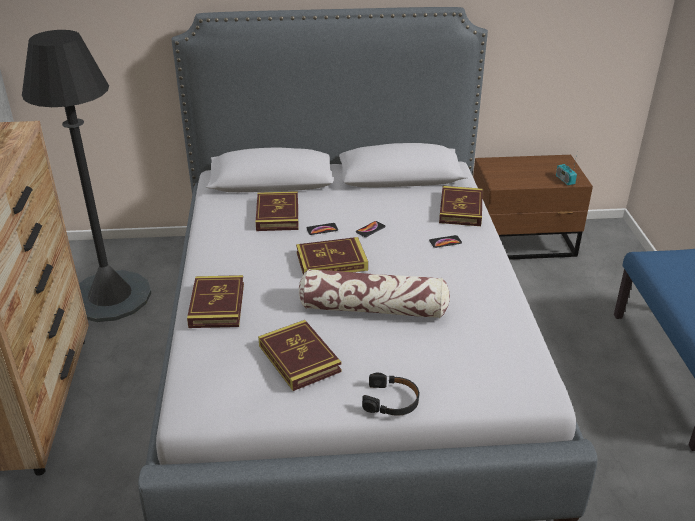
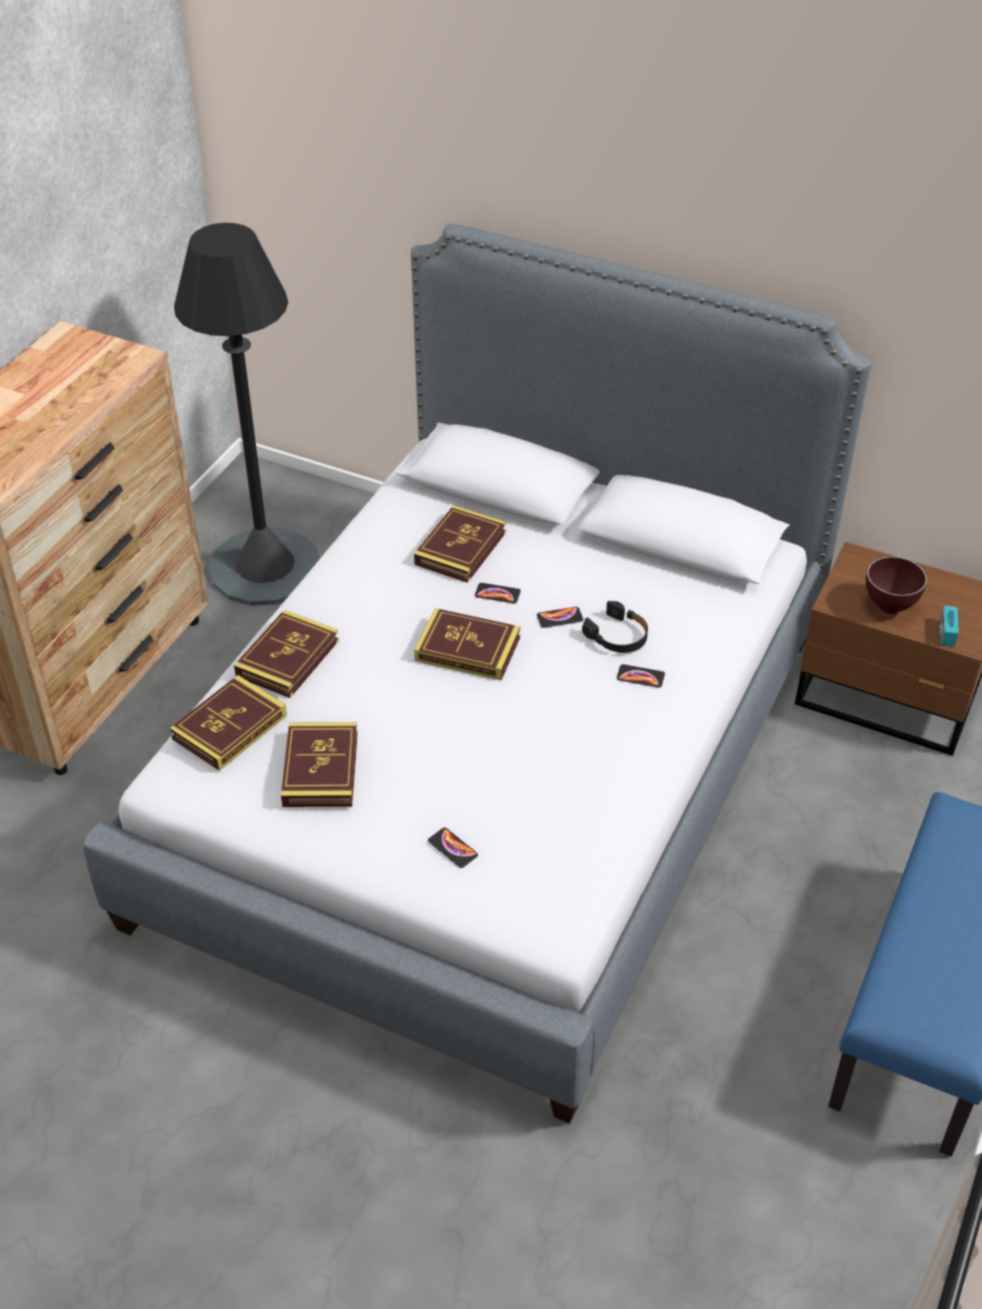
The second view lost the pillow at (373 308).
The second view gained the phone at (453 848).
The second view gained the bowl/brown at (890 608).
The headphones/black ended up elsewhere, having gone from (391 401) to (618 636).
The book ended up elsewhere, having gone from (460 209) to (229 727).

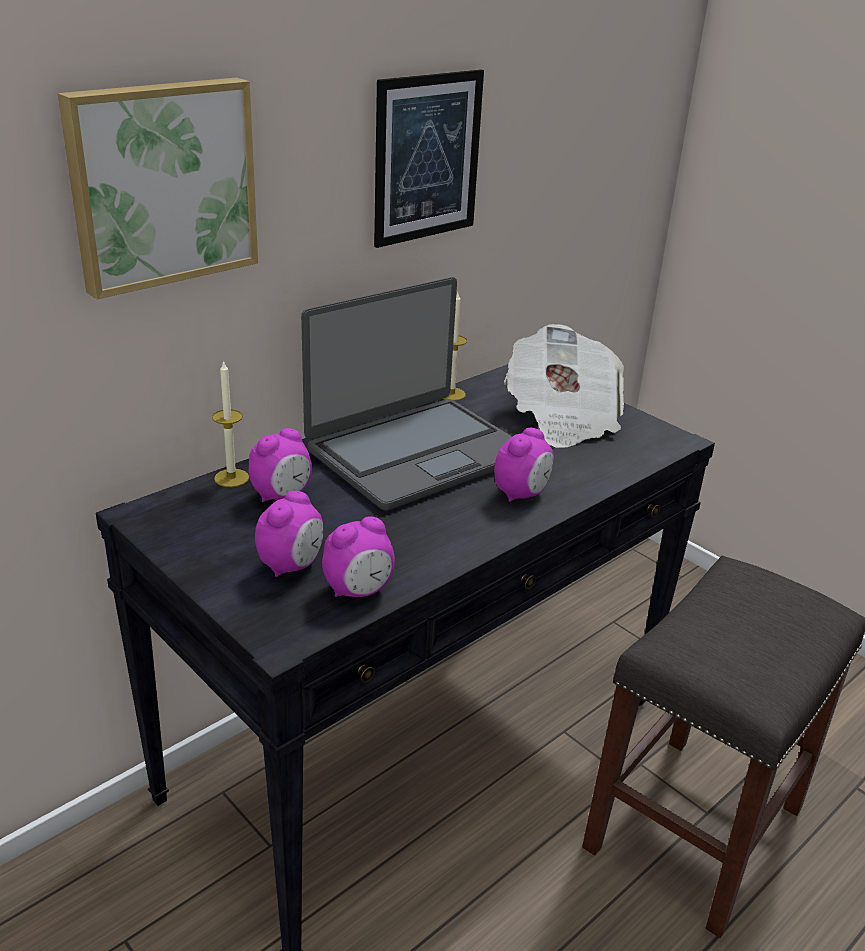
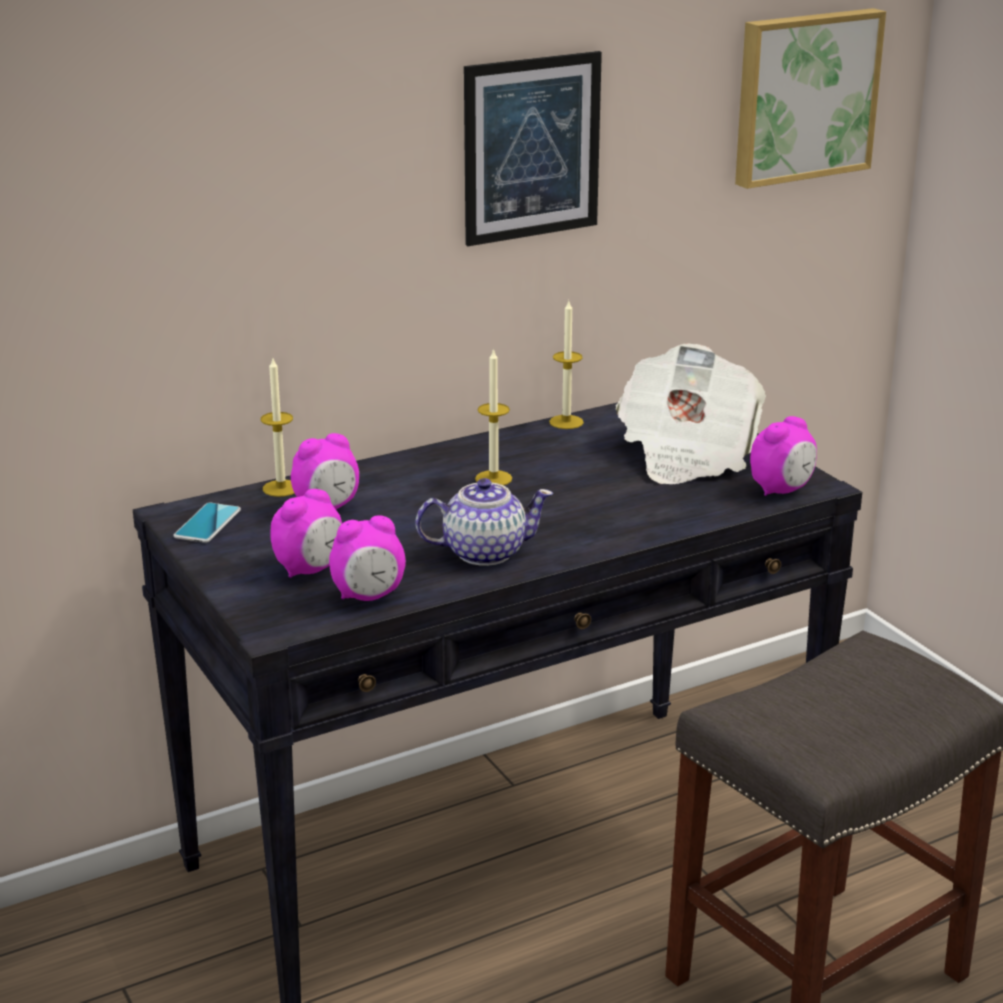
The second view gained the phone at (208 524).
The second view gained the teapot at (483 552).
The picture ended up elsewhere, having gone from (162 184) to (804 96).
The alarm clock ended up elsewhere, having gone from (521 494) to (781 490).
Where the laptop stood at (416 453), the candle came to stand at (493 478).

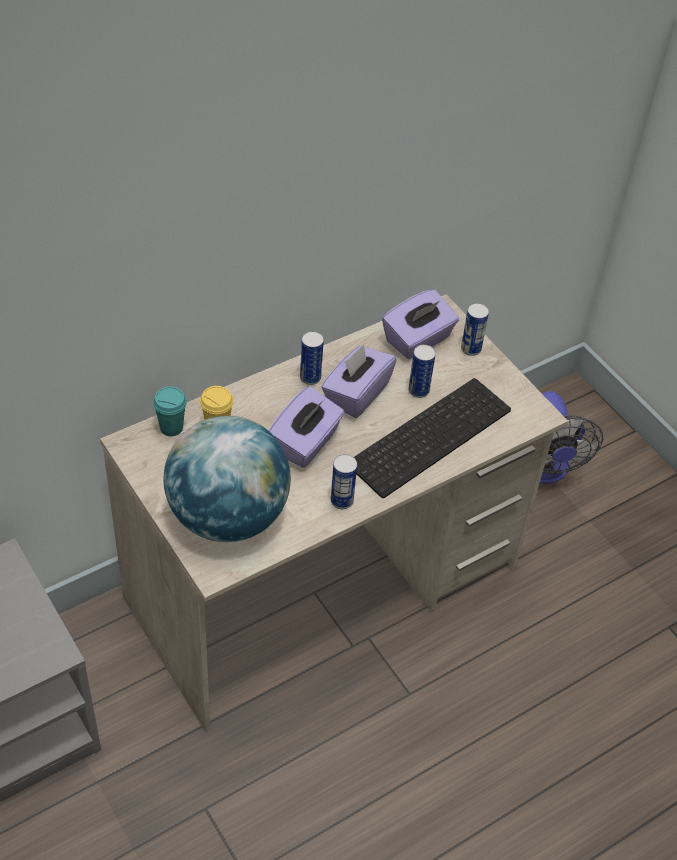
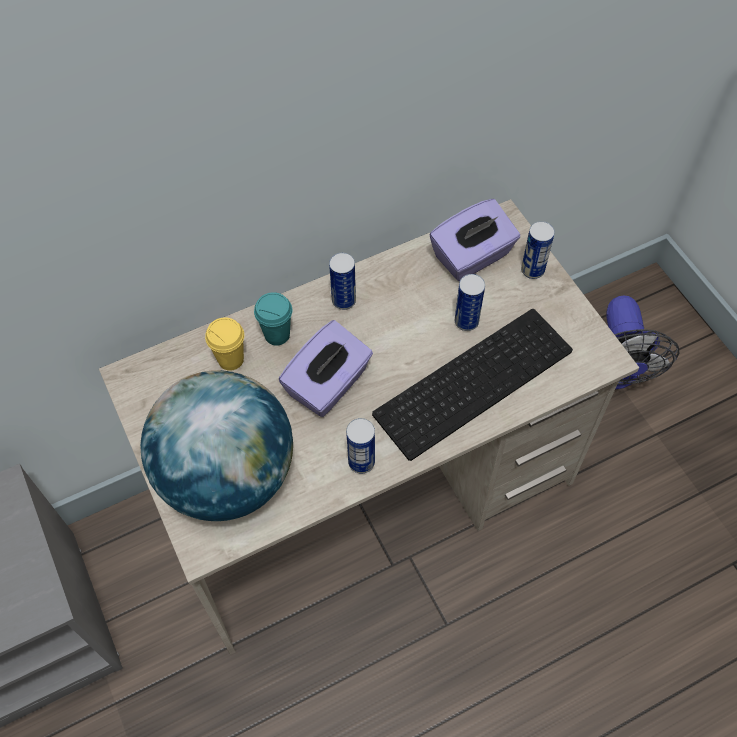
The second view lost the tissue box/purple at (356 394).
The cup/turquoise ended up elsewhere, having gone from (171 428) to (277 335).

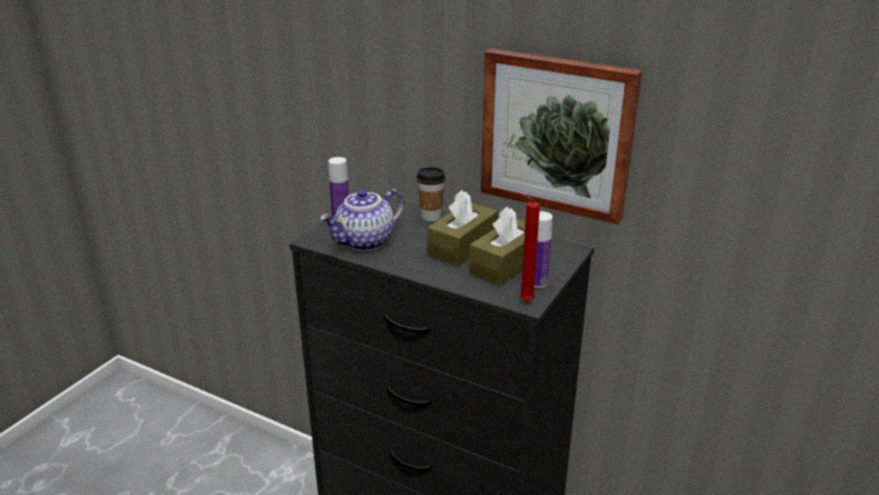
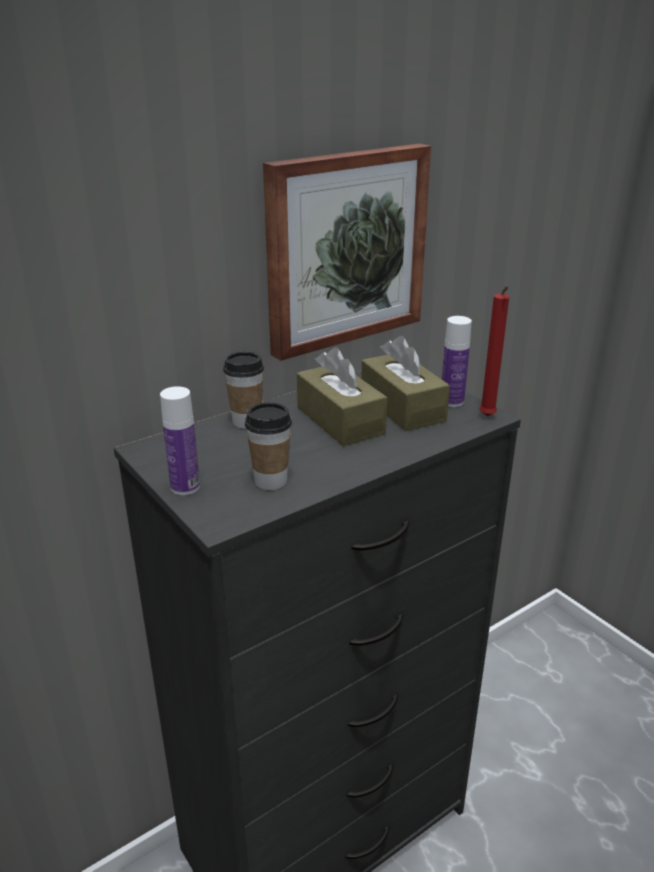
Where the teapot stood at (365 242), the cup came to stand at (270 481).

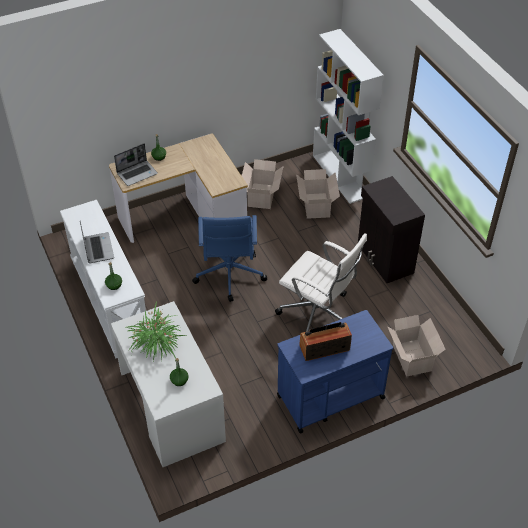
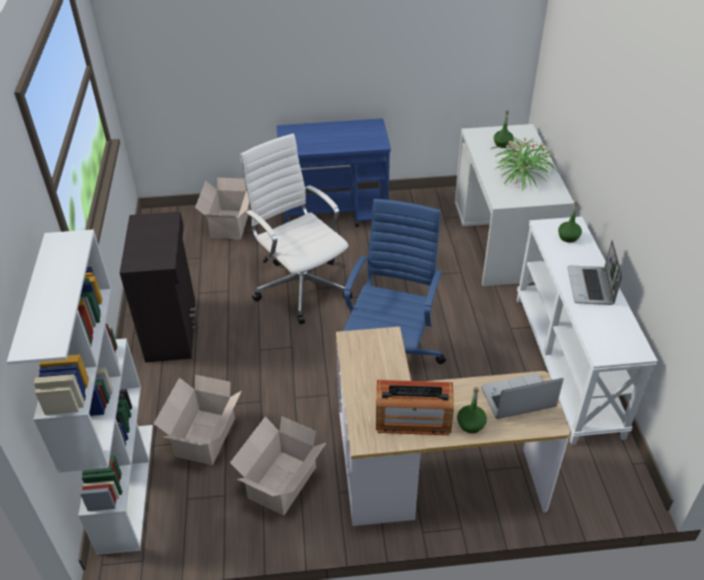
The radio ended up elsewhere, having gone from (324 348) to (413 419).

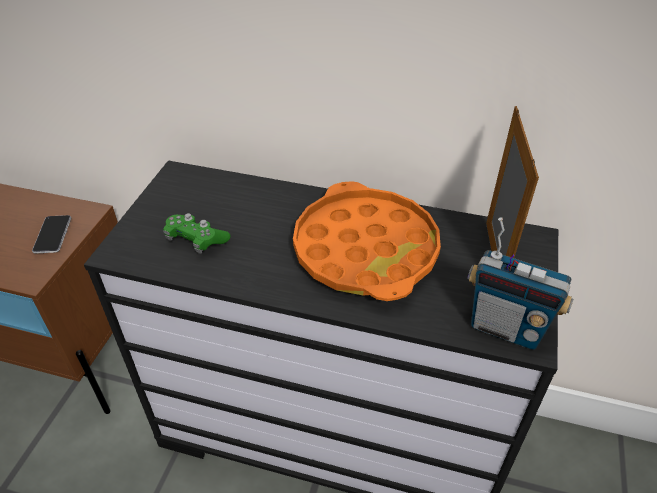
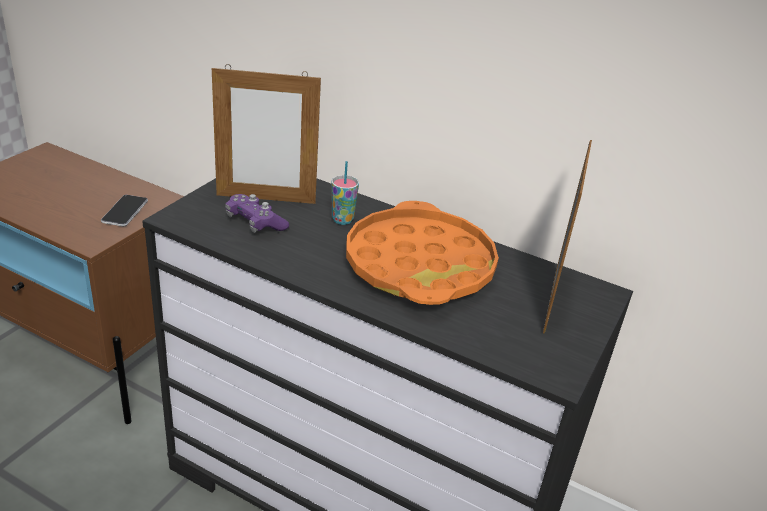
The second view lost the radio at (506 328).
The second view gained the picture frame at (266 199).
The second view gained the cup at (342 220).
What was the game controller/green at (196 240) turned into the game controller/purple at (255 223).

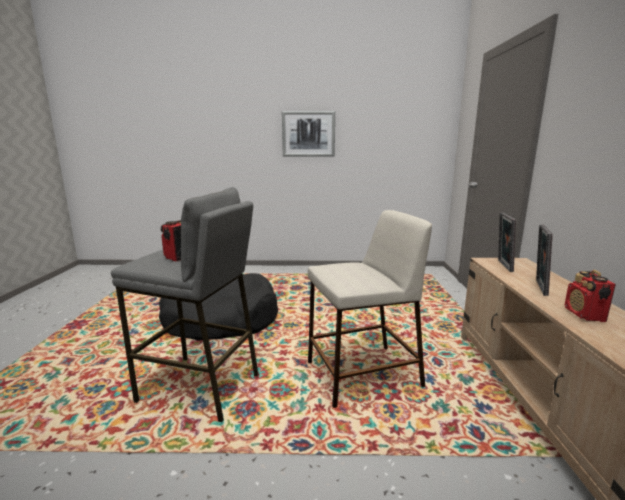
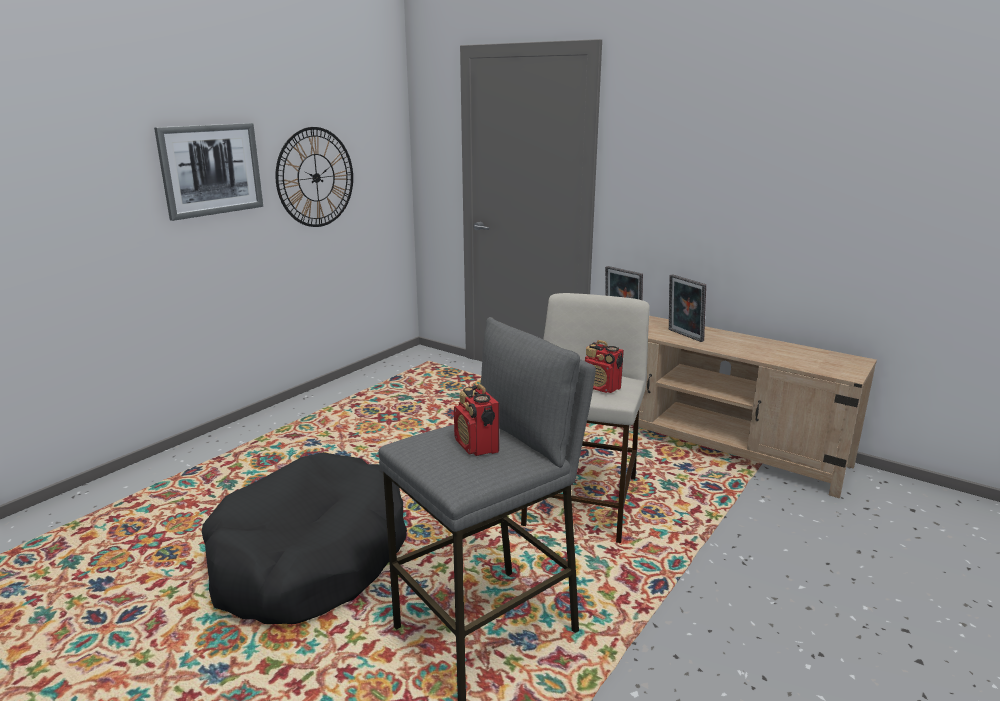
The second view gained the wall clock at (316 177).
The radio ended up elsewhere, having gone from (584 315) to (601 387).

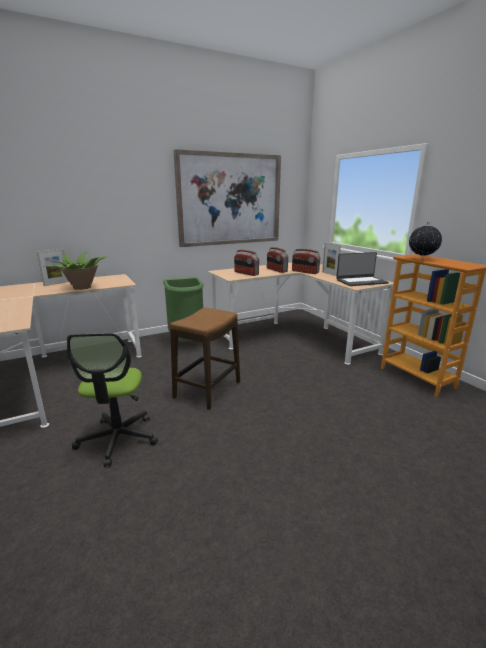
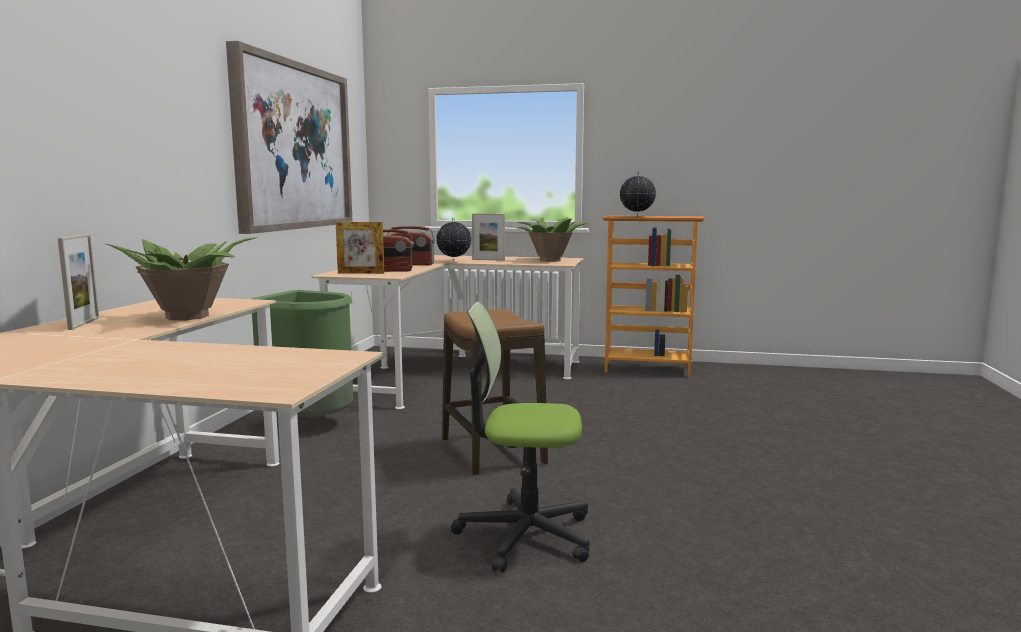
The second view gained the picture frame at (361 273).
Where the radio stood at (305 272), the globe came to stand at (454 262).
Where the laptop stood at (361 281), the potted plant came to stand at (549 260).
The office chair at (118 439) ended up facing another way, 150 degrees clockwise from before.

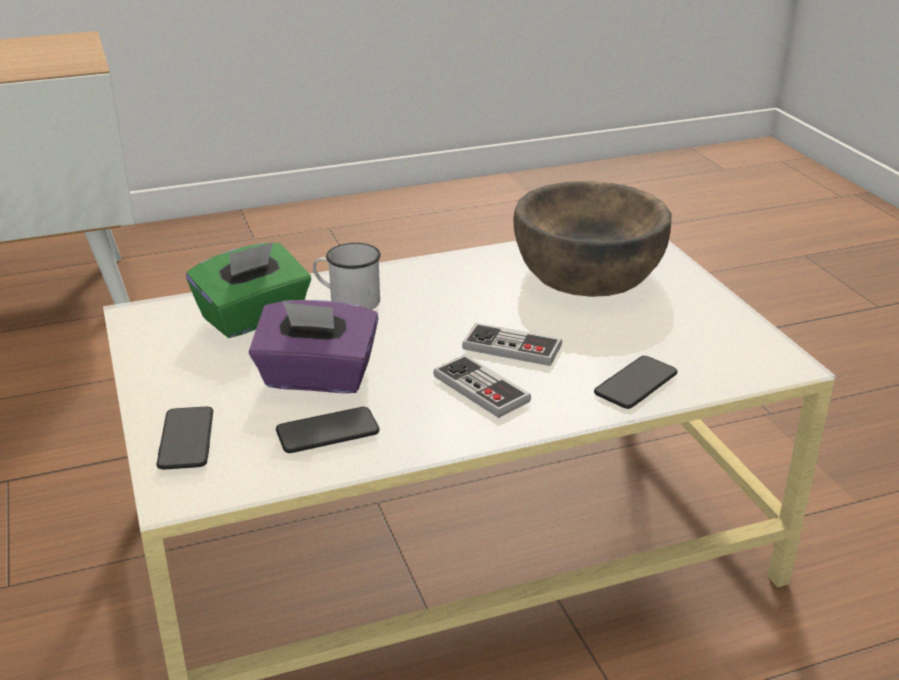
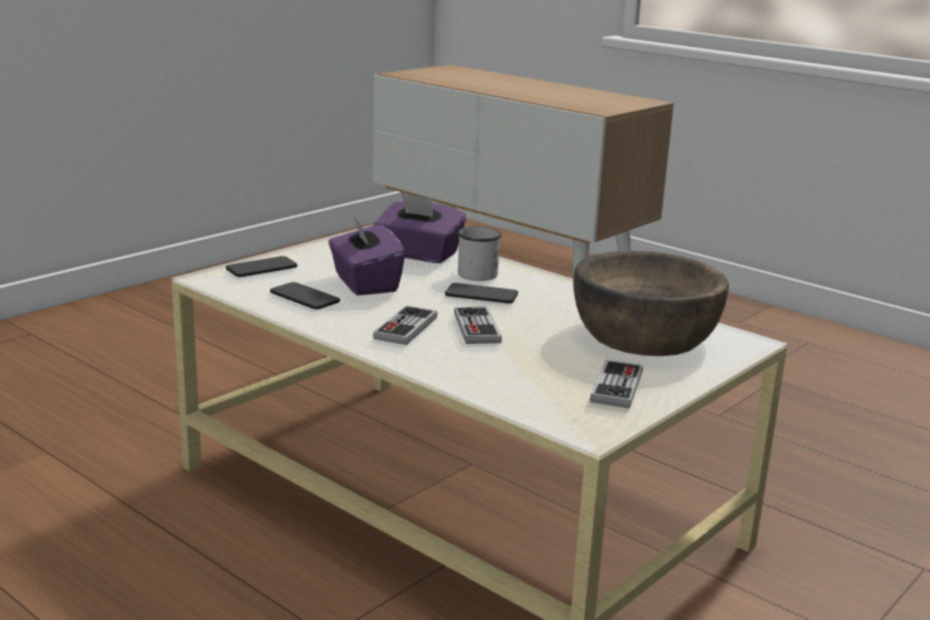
The second view gained the game controller at (616 387).
The phone ended up elsewhere, having gone from (636 384) to (481 295).
What was the tissue box/green at (254 317) turned into the tissue box/purple at (418 255).

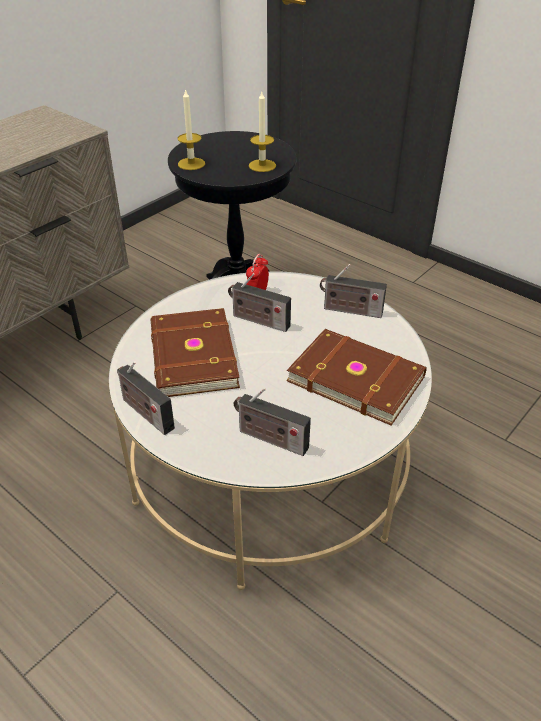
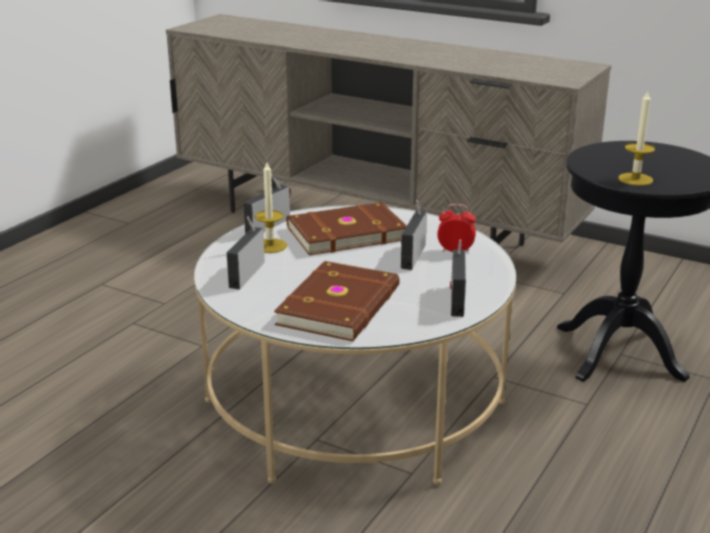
The candle ended up elsewhere, having gone from (191 164) to (270 246).

